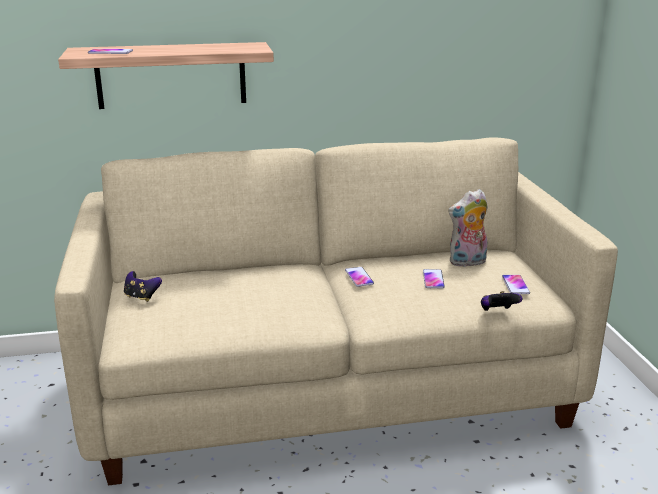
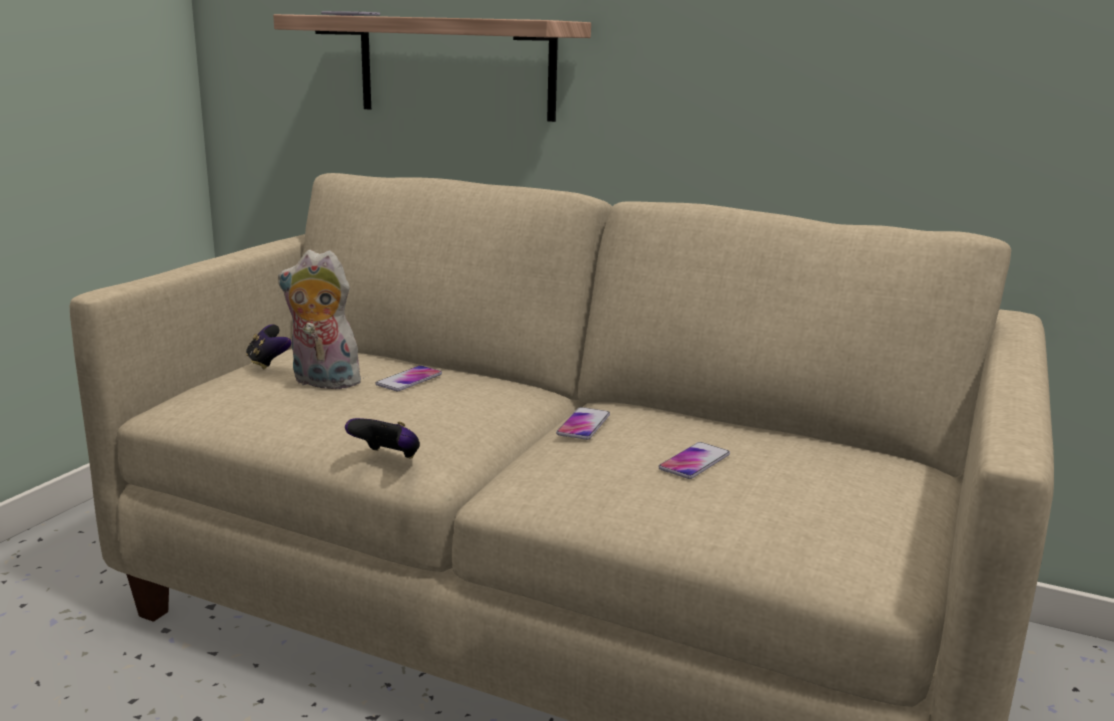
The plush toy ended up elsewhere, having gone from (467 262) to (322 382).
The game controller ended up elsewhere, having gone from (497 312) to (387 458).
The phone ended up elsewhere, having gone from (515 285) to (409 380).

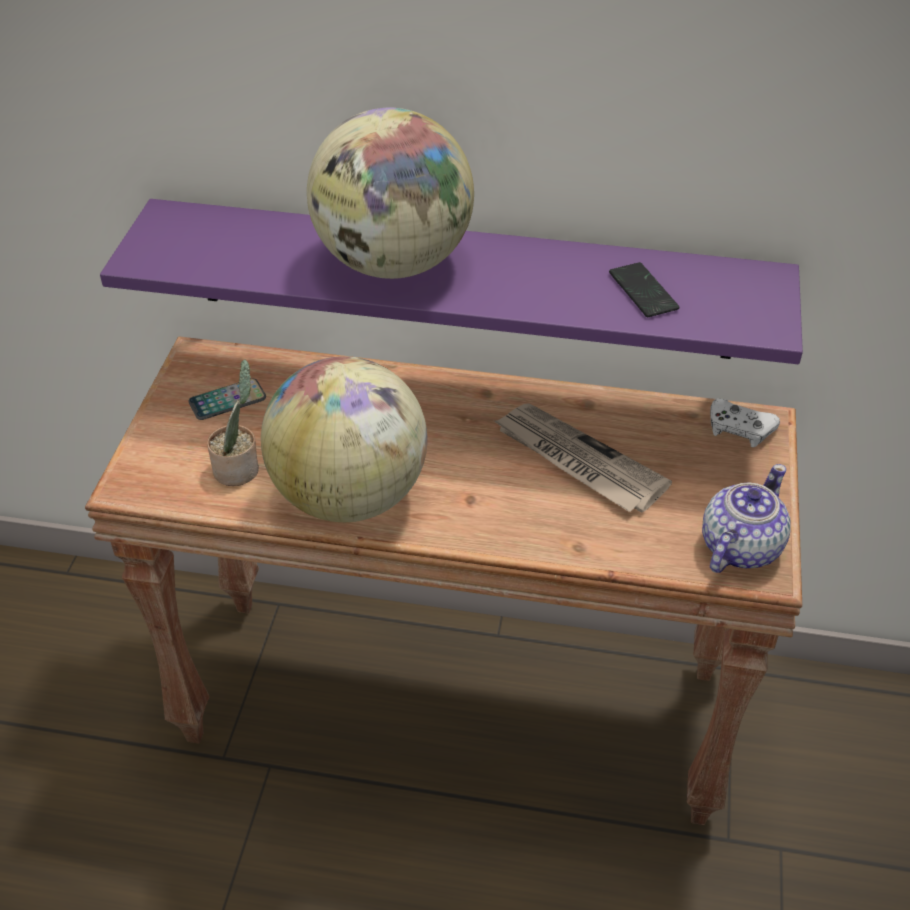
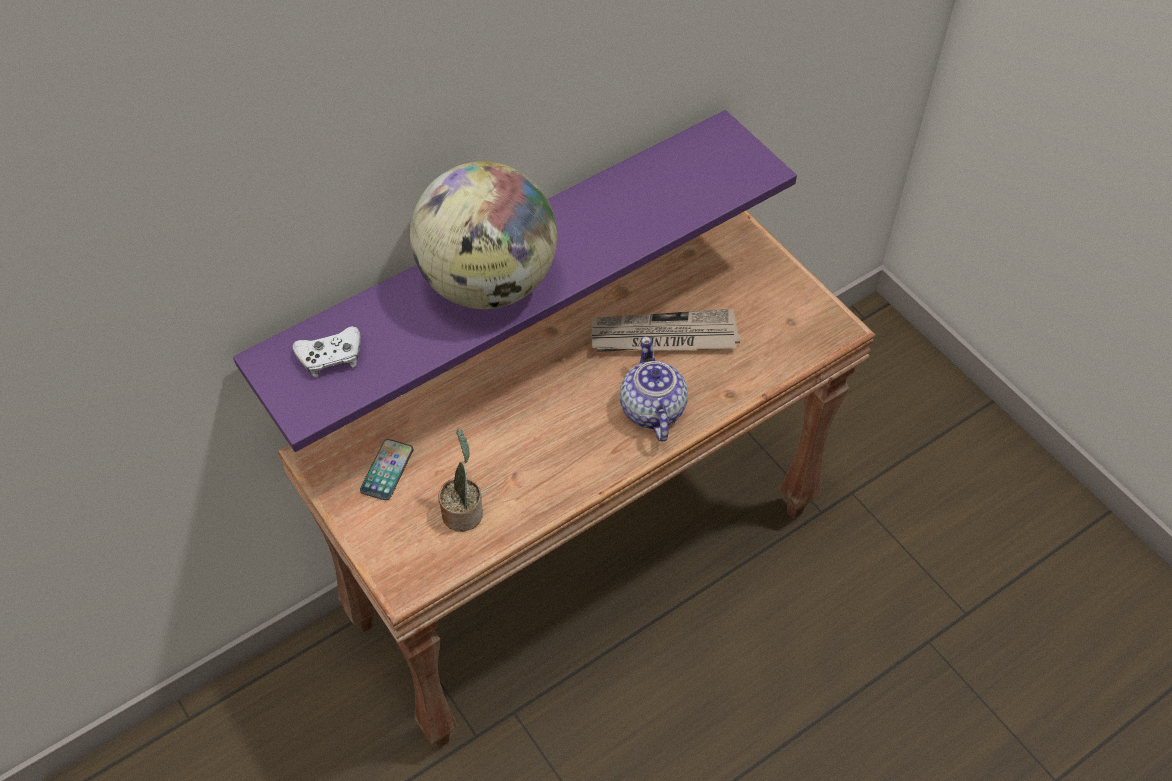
The second view lost the globe at (350 496).
The second view lost the phone at (643 291).
The teapot ended up elsewhere, having gone from (739 547) to (652 410).
The game controller/white ended up elsewhere, having gone from (739 429) to (330 357).

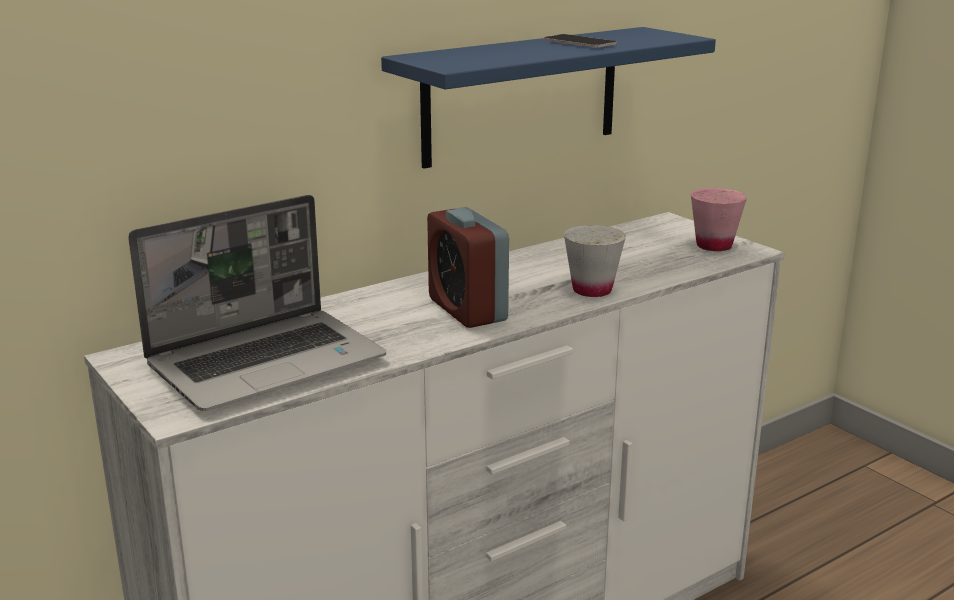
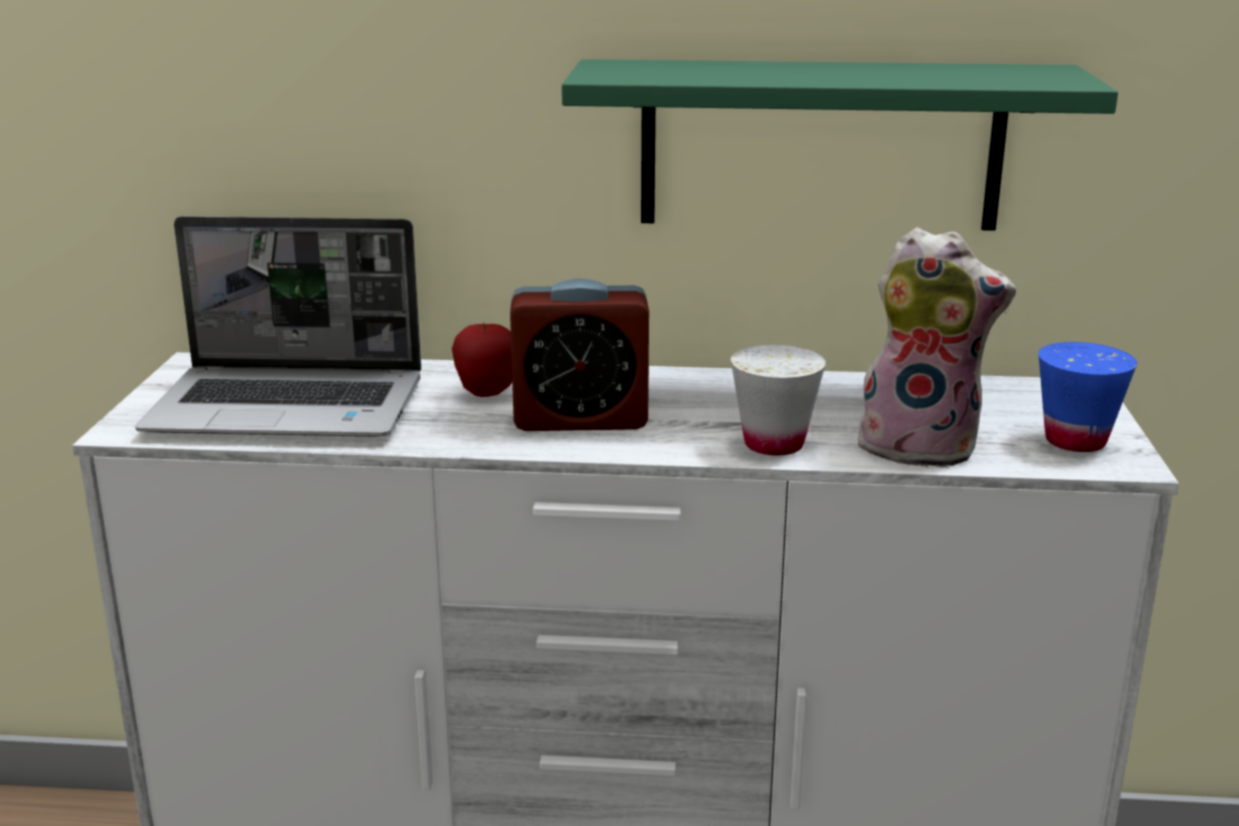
The second view lost the phone at (579 42).
The second view gained the apple at (487 393).
The second view gained the plush toy at (921 447).
What was the shelf/blue at (521 96) turned into the shelf/green at (820 145).
What was the cup/pink at (714 246) turned into the cup/blue at (1075 441).
The alarm clock at (467 310) ended up facing another way, 105 degrees counterclockwise from before.

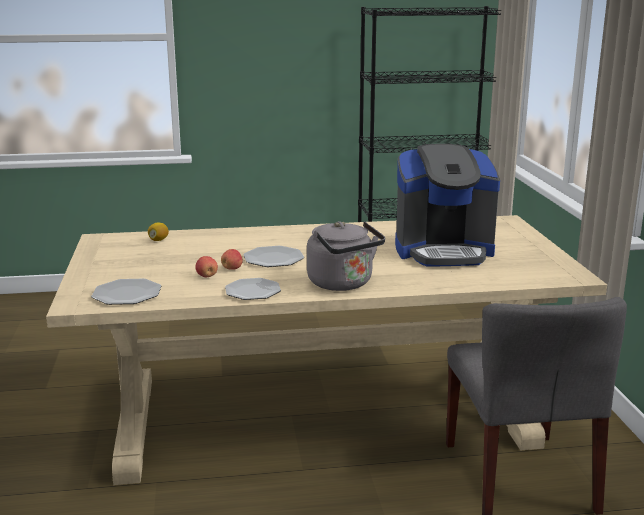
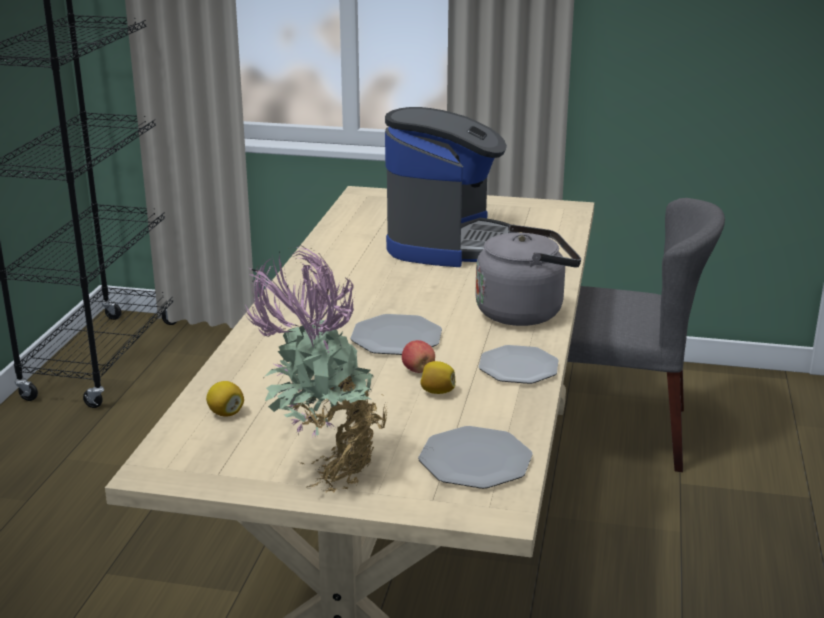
The second view gained the potted plant at (323 469).
Where the apple stood at (207 276), the lemon came to stand at (437 391).

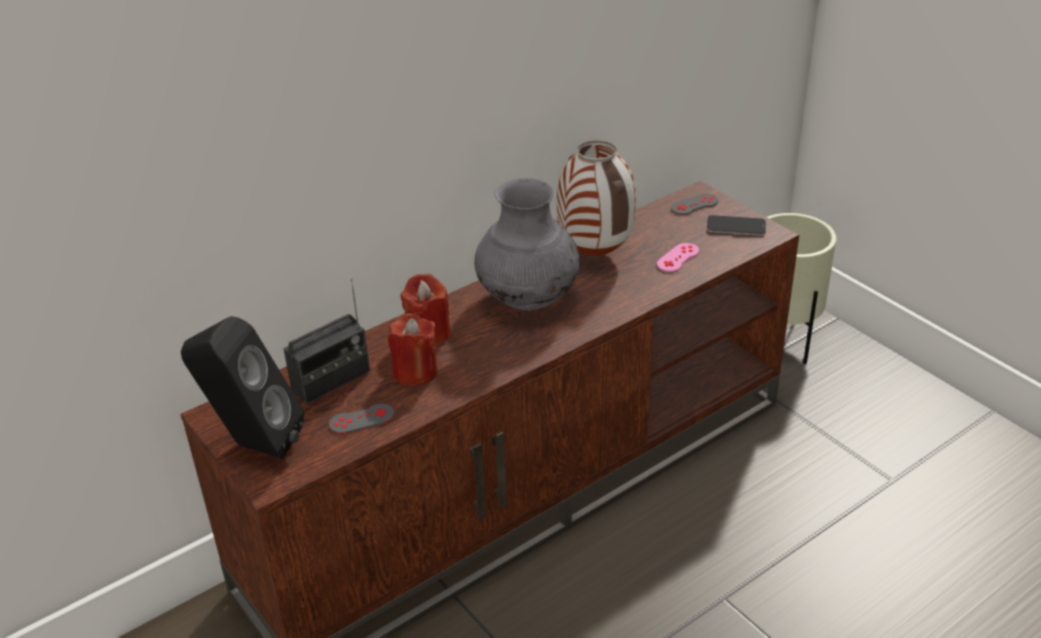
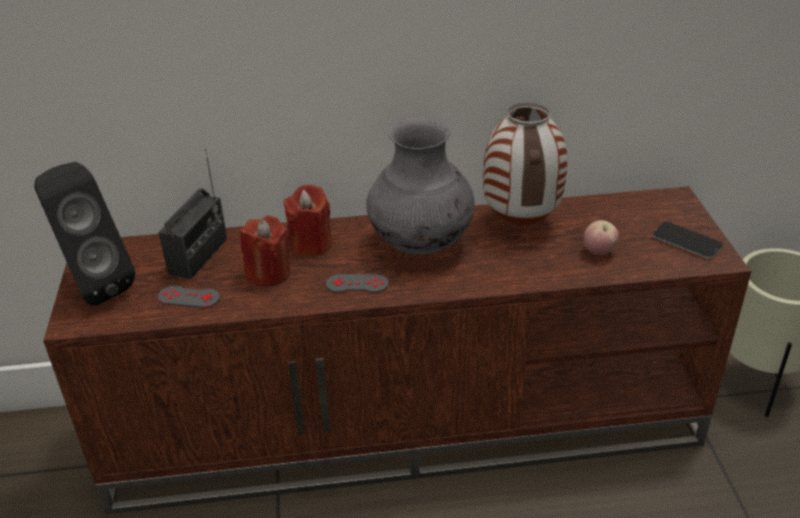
The game controller/grey ended up elsewhere, having gone from (694 205) to (357 284).
Where the game controller/pink stood at (678 258), the apple came to stand at (598 252).
The radio at (331 381) ended up facing another way, 60 degrees counterclockwise from before.

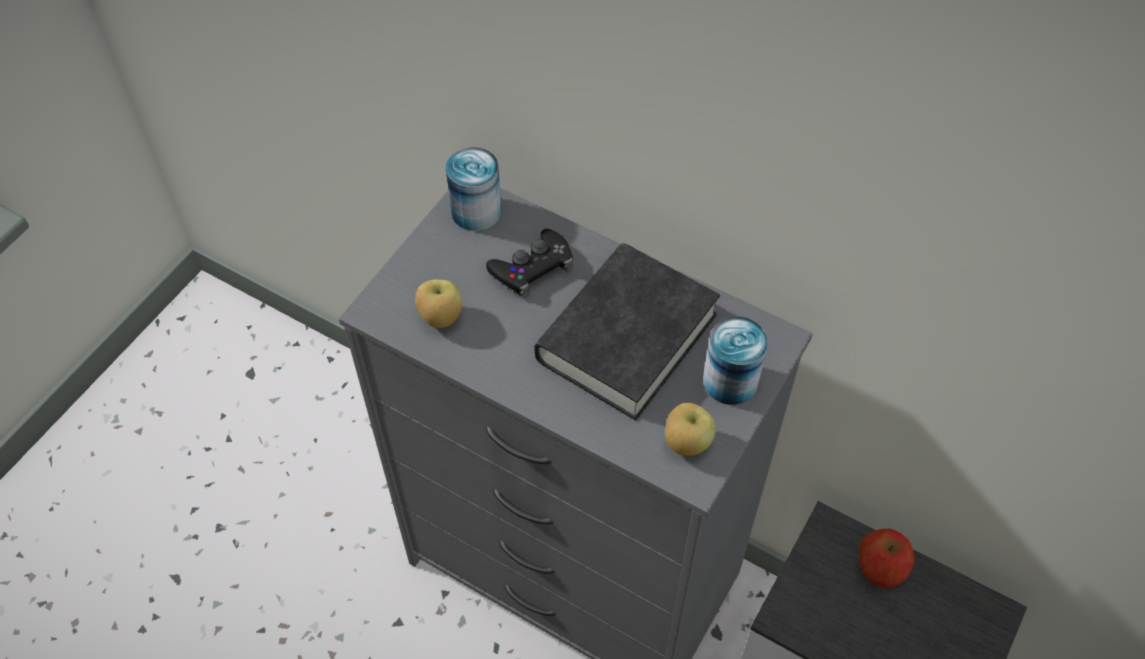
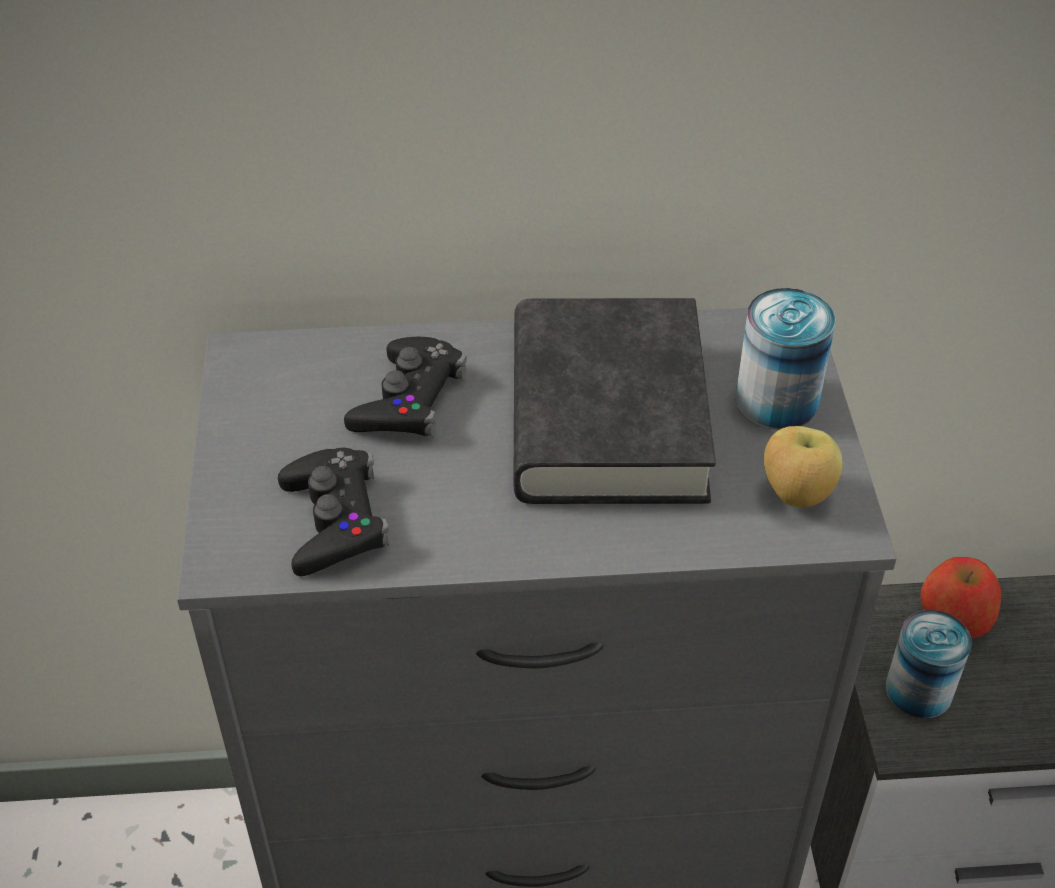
The can ended up elsewhere, having gone from (476 211) to (918 690).
Where the apple stood at (440 318), the game controller/black came to stand at (334 520).

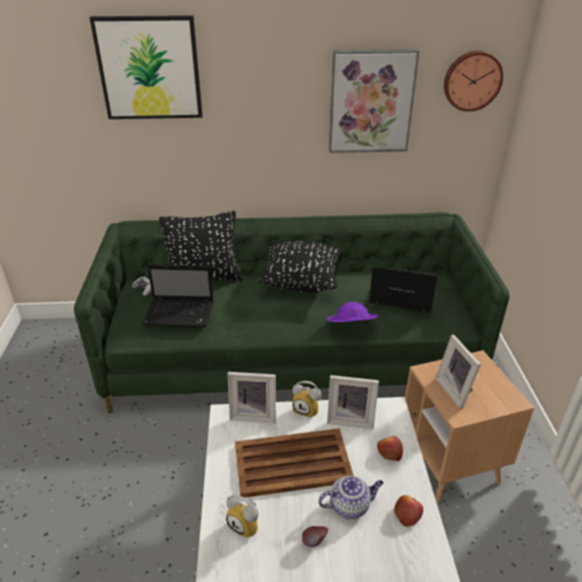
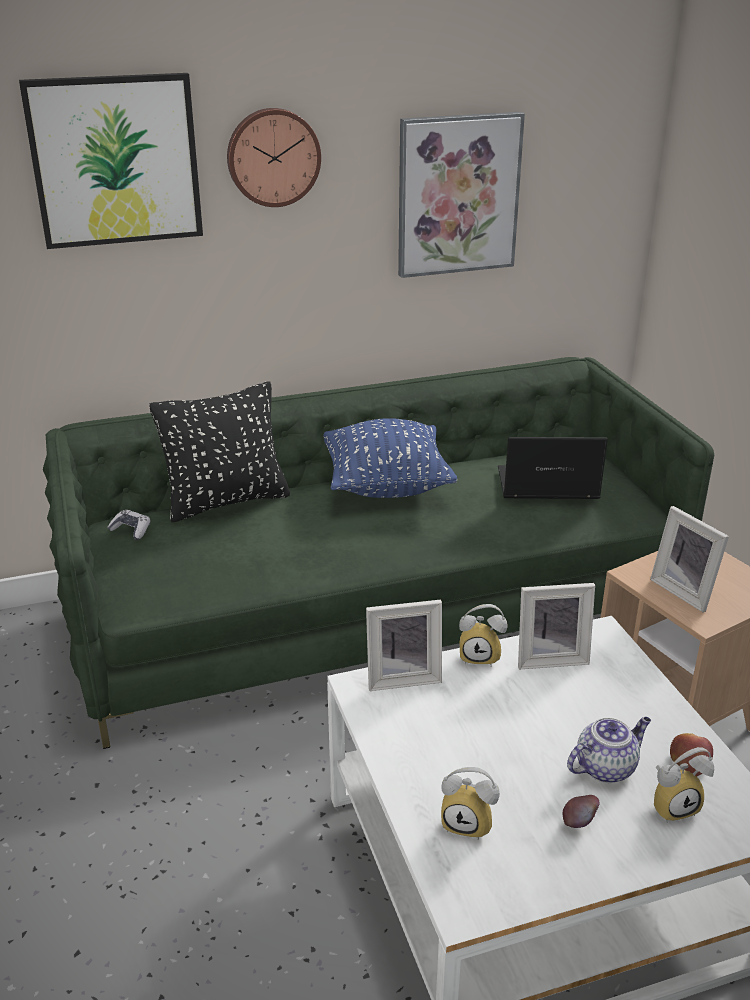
The second view lost the laptop at (181 314).
The second view lost the tray/brown at (293 463).
The second view lost the hat/purple at (351 327).
The second view lost the apple at (389 452).
The second view gained the alarm clock at (673 805).
The wall clock ended up elsewhere, having gone from (472 80) to (273 157).
What was the pillow/black at (301 282) turned into the pillow/blue at (386 485).

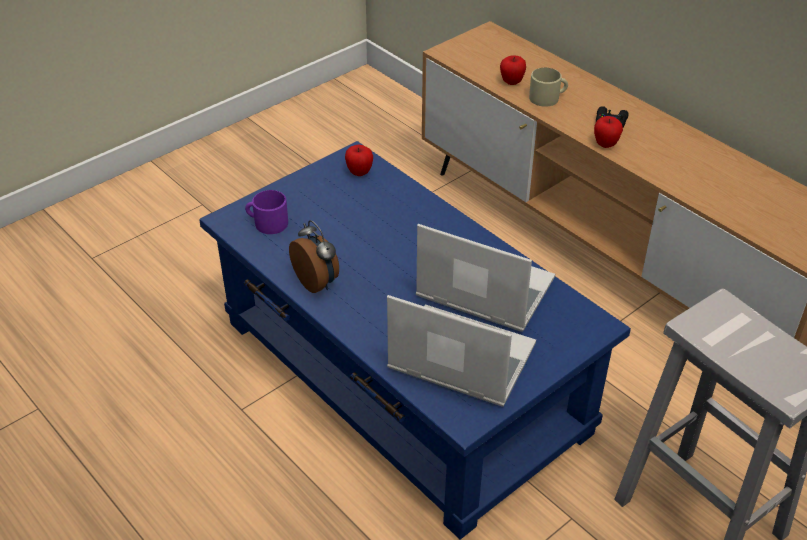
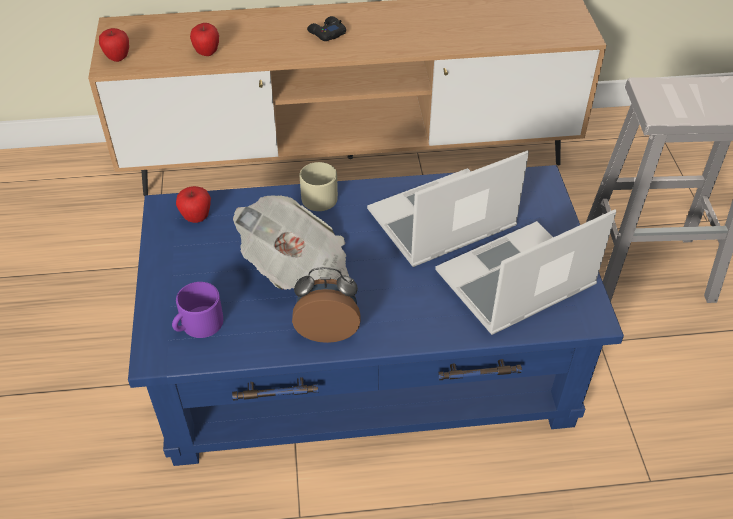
The second view gained the newspaper at (298 268).
The mug/beige ended up elsewhere, having gone from (548 98) to (322 195).
The apple ended up elsewhere, having gone from (605 144) to (118 58).

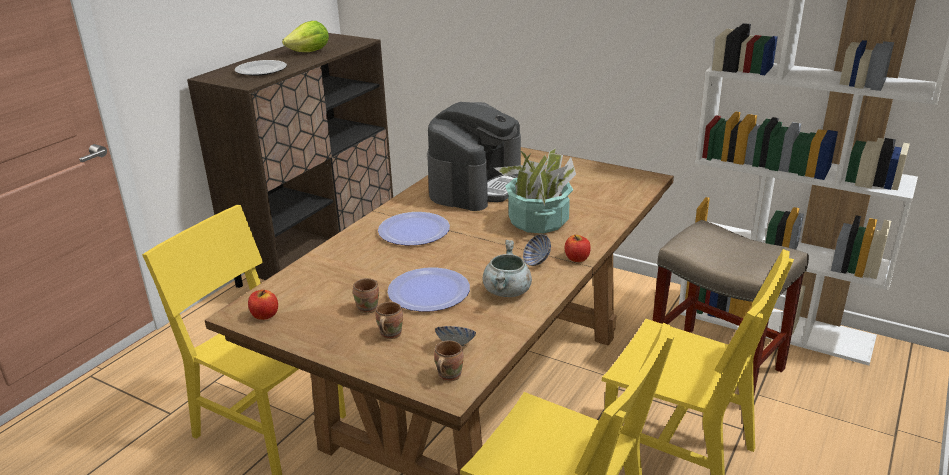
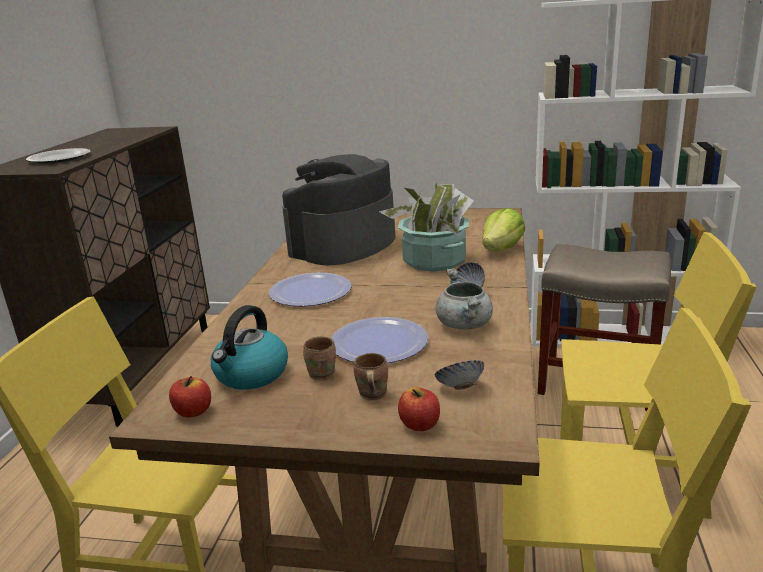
The second view lost the mug/brown at (447 375).
The second view gained the kettle at (251 375).
The lettuce ended up elsewhere, having gone from (310 52) to (502 249).
The apple ended up elsewhere, having gone from (577 258) to (420 425).
The coffee machine at (476 186) ended up facing another way, 150 degrees counterclockwise from before.

